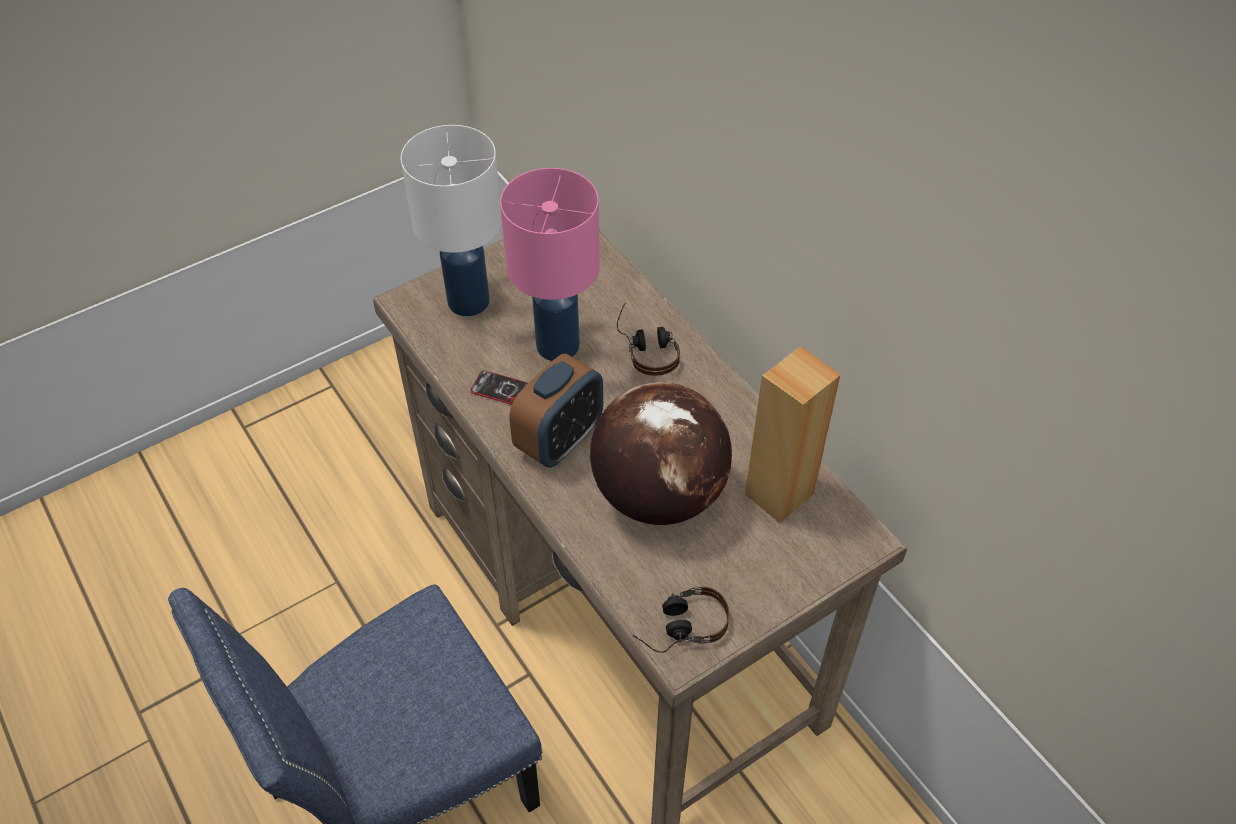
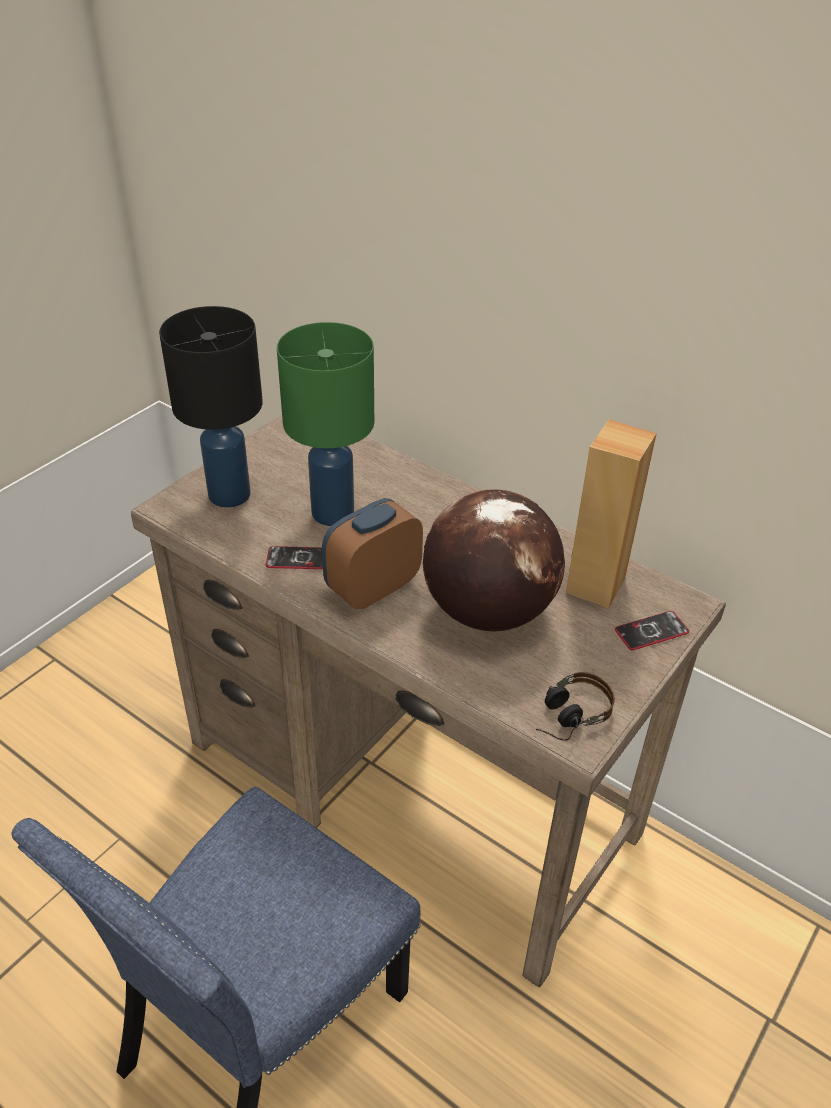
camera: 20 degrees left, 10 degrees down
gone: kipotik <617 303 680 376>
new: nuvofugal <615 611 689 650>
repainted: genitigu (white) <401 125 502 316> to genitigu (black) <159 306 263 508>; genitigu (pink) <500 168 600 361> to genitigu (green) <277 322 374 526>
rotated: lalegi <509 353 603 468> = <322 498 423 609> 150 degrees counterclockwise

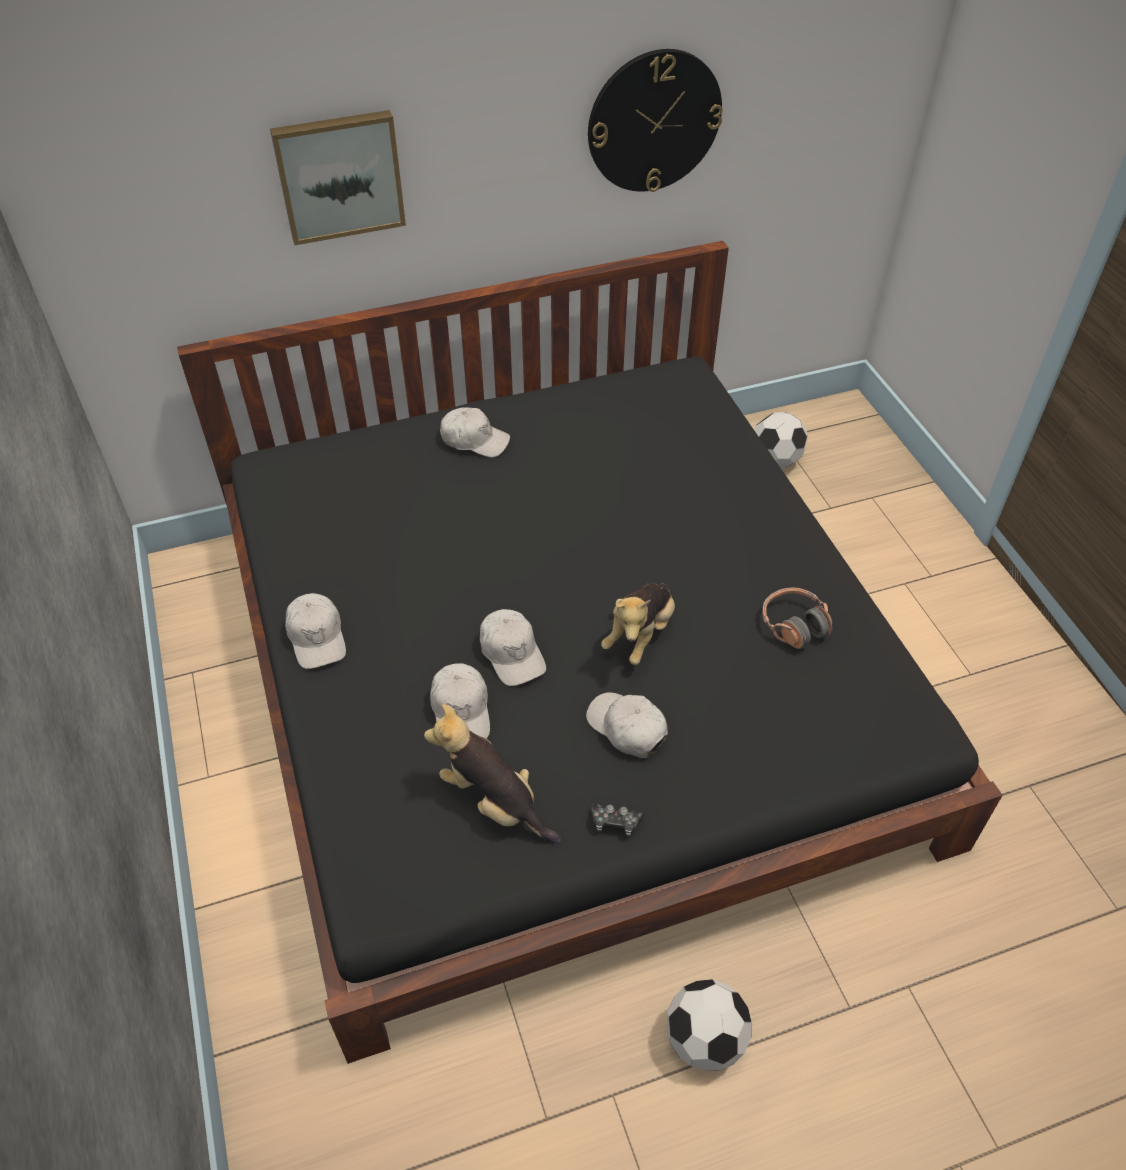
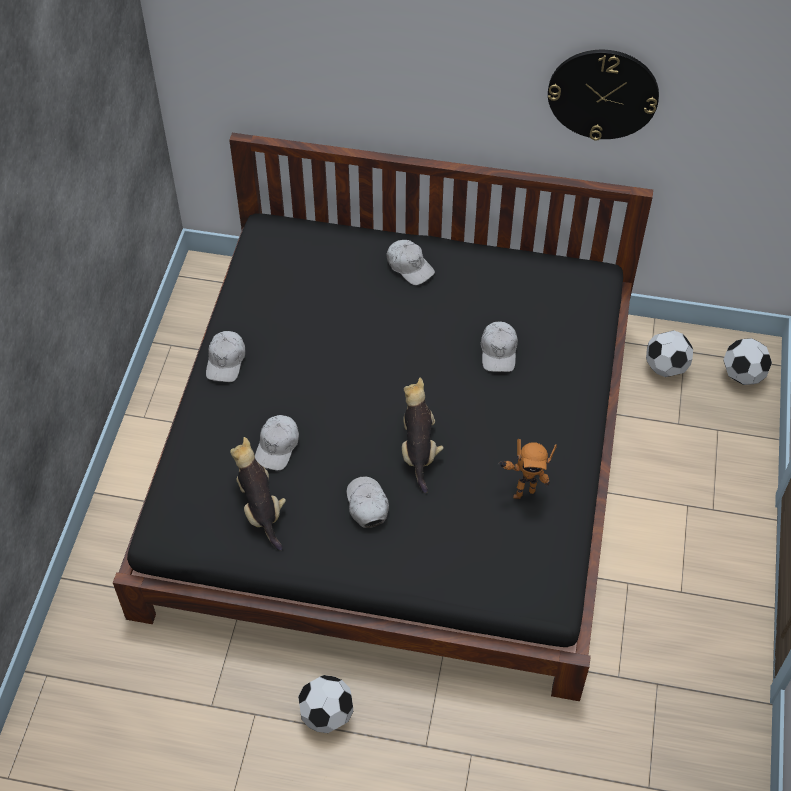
camera: 30 degrees right, 5 degrees up
gone: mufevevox <270 110 406 245>; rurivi <590 803 644 836>
new: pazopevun <723 338 772 385>
shifted: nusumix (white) <480 609 546 686> to <481 321 518 372>
swapped: kipotik <762 588 832 649> to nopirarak <498 439 557 499>
rotated: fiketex <601 583 675 665> = <402 378 444 493> 120 degrees clockwise

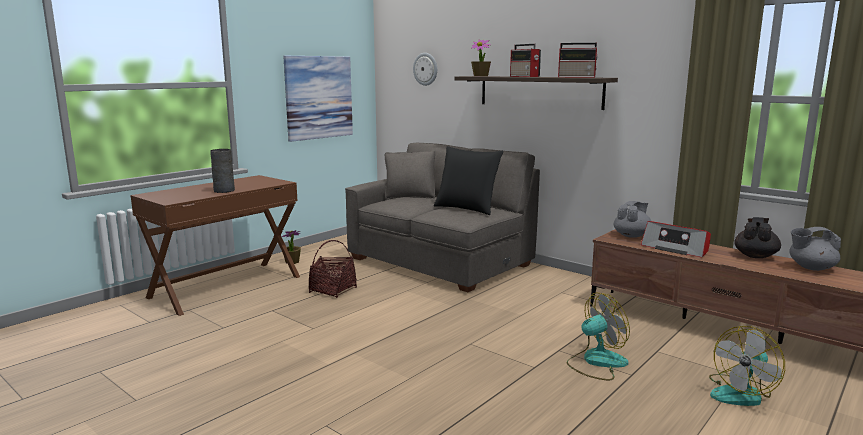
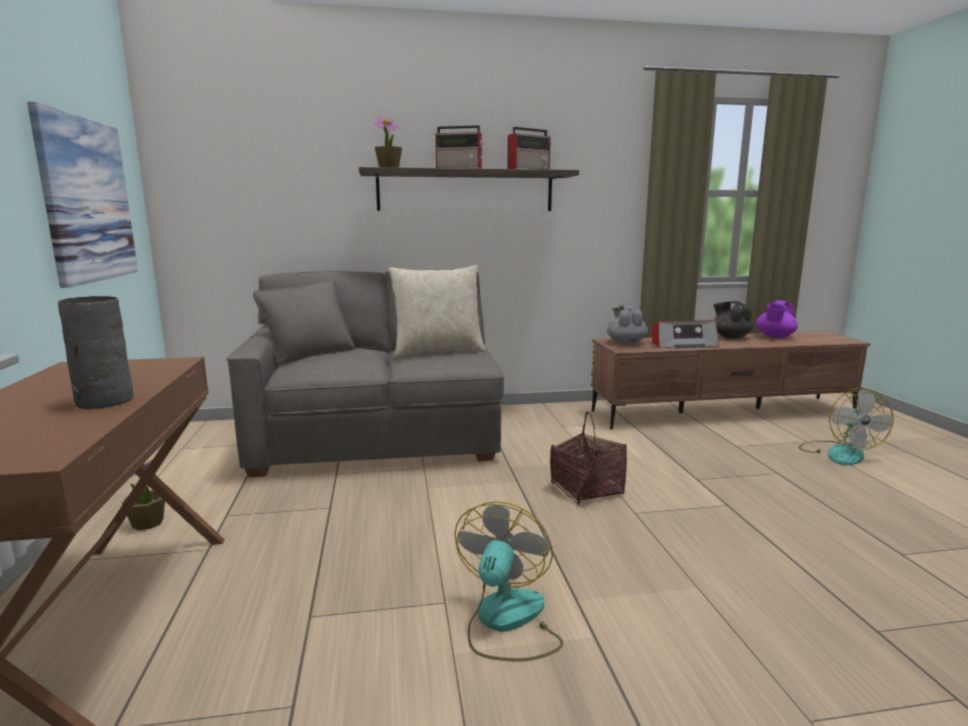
camera: 50 degrees left, 0 degrees up
gone: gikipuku <413 53 437 86>
shifted: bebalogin <308 240 357 298> to <550 411 627 505>; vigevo <567 293 630 380> to <454 501 563 662>
repainted: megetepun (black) <434 146 503 215> to megetepun (beige) <388 265 486 357>; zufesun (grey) <789 227 841 271> to zufesun (purple) <756 300 798 338>

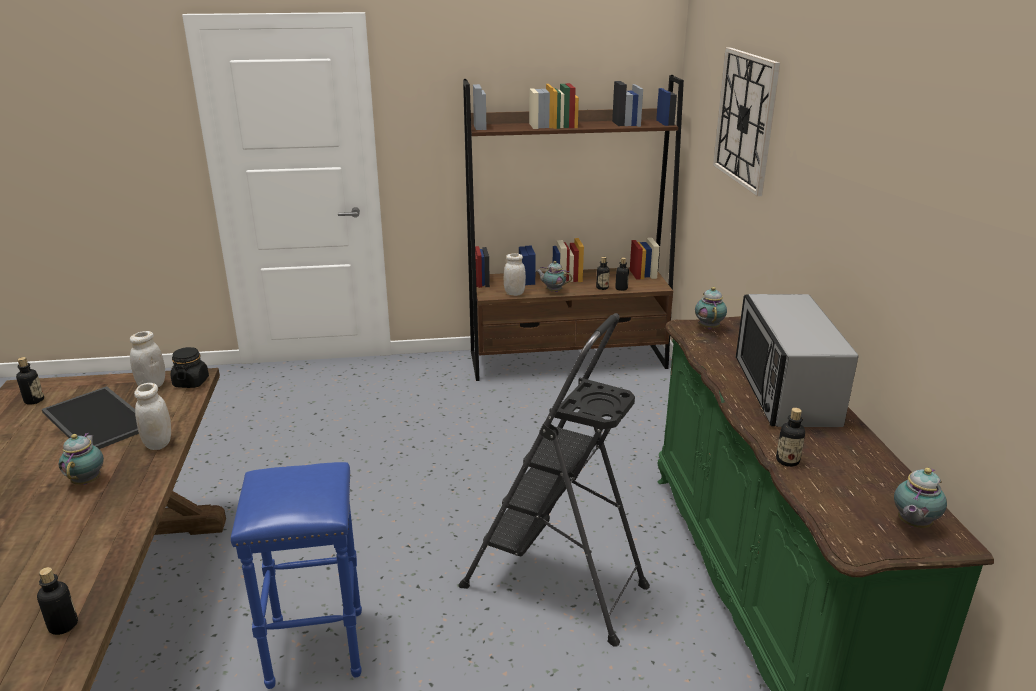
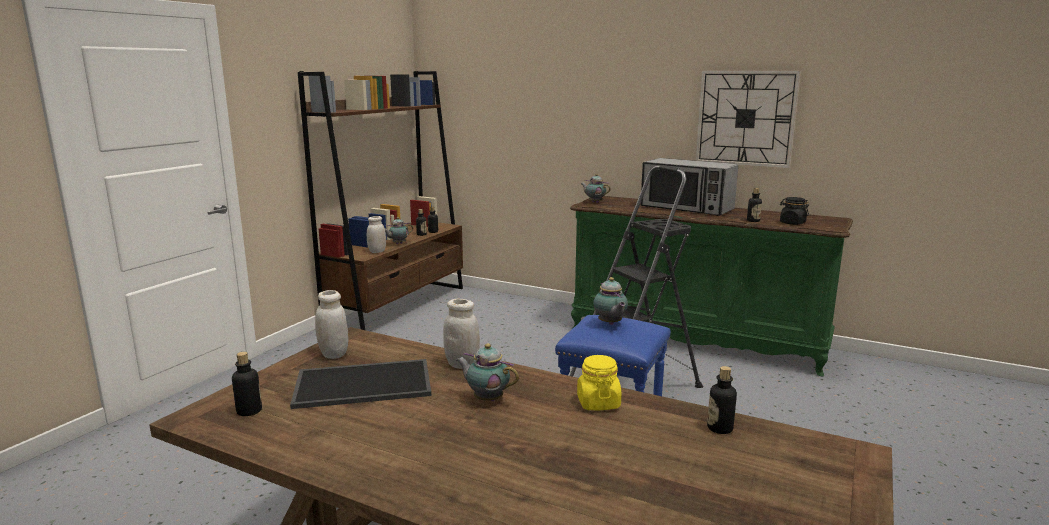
camera: 55 degrees left, 10 degrees down
new: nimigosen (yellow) <577 355 621 410>
shifted: gikipuku <713 48 780 196> to <695 70 801 168>; nimigosen (black) <171 347 209 388> to <780 197 809 225>; zufesun <894 468 947 528> to <593 277 628 325>

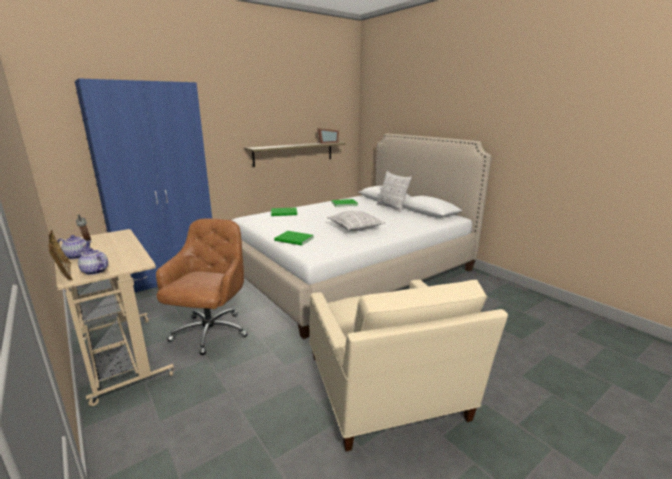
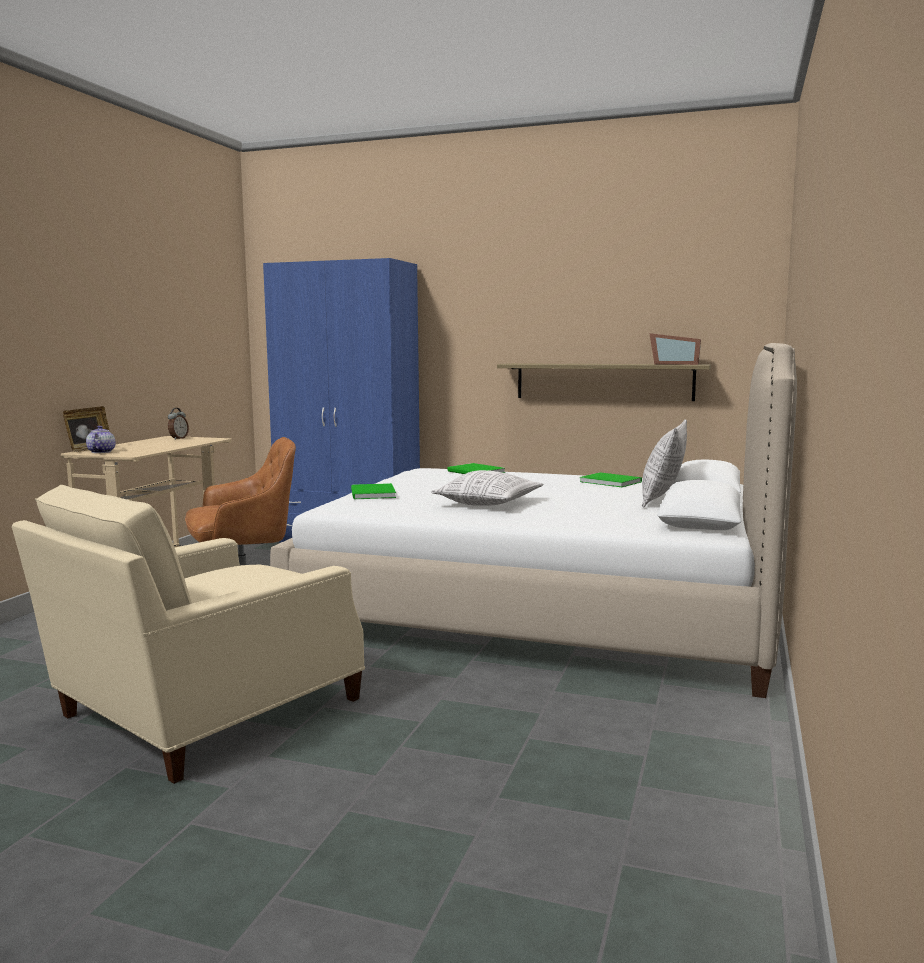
camera: 55 degrees right, 10 degrees down
gone: zufesun <58 235 92 259>

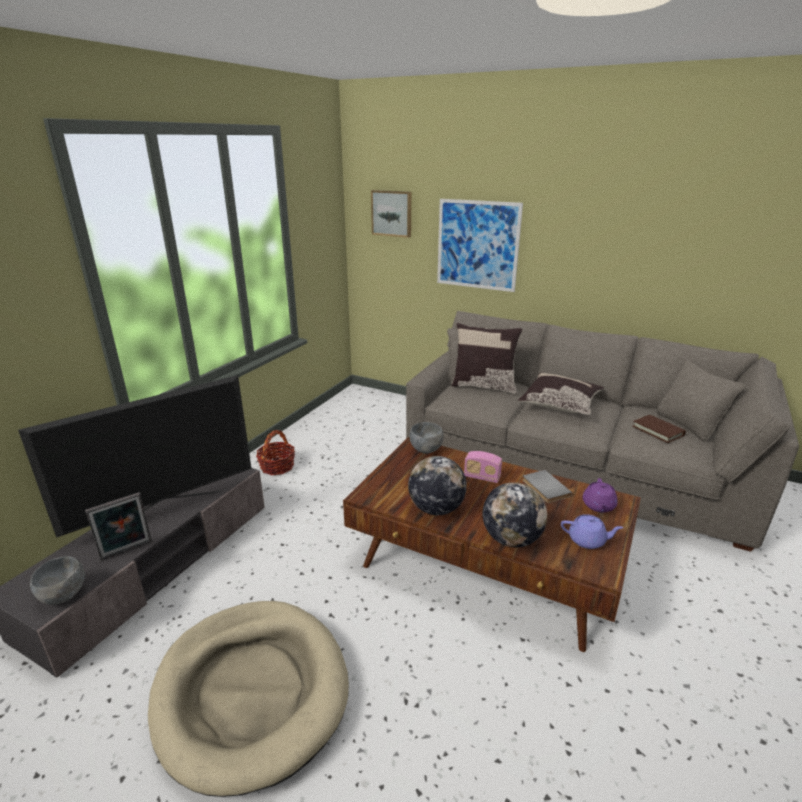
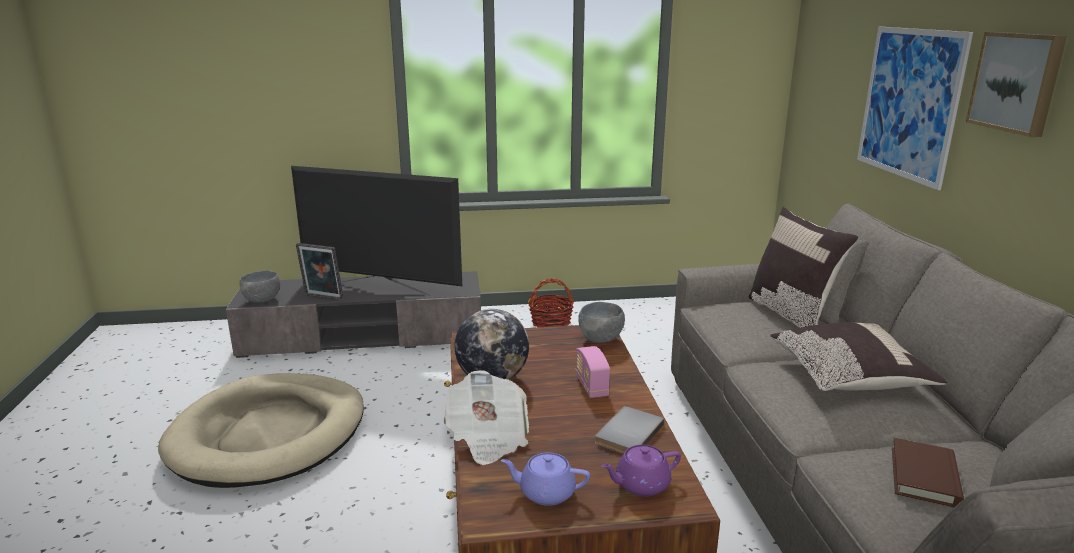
camera: 55 degrees right, 5 degrees down
shifted: mufevevox <371 190 411 238> to <966 32 1067 137>
swapped: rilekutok <483 482 547 547> to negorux <443 370 529 465>
rotated: zufesun (purple) <561 514 623 549> = <501 452 590 506> 120 degrees clockwise

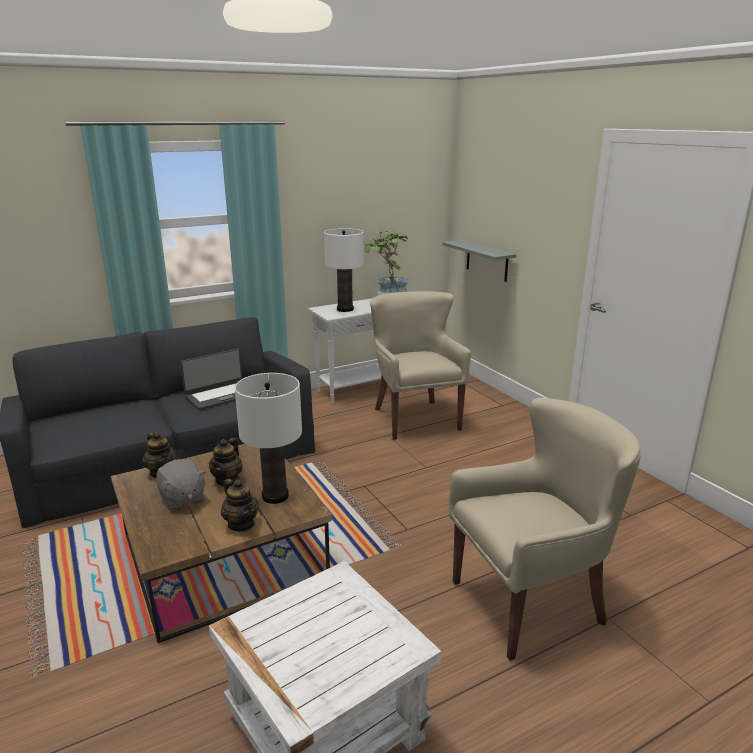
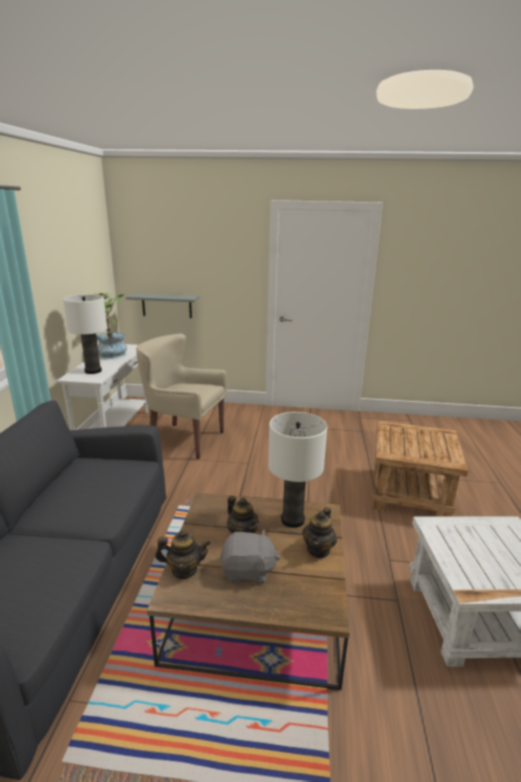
camera: 55 degrees left, 0 degrees up
gone: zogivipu <180 348 242 410>
swapped: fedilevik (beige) <449 398 641 661> to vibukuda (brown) <373 421 468 517>
rotated: zufesun <221 479 259 531> = <302 507 337 558> 120 degrees clockwise

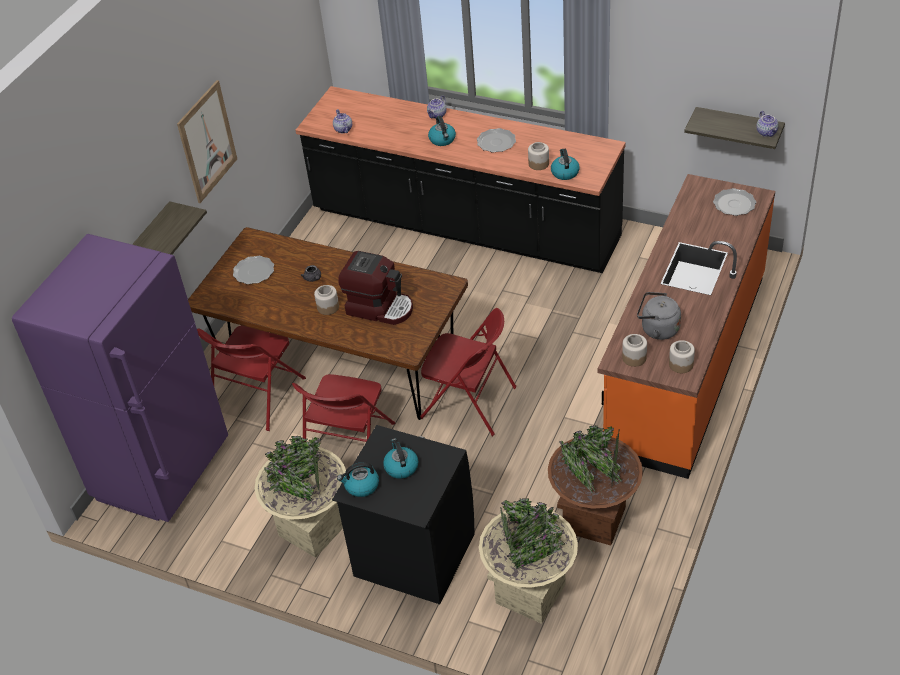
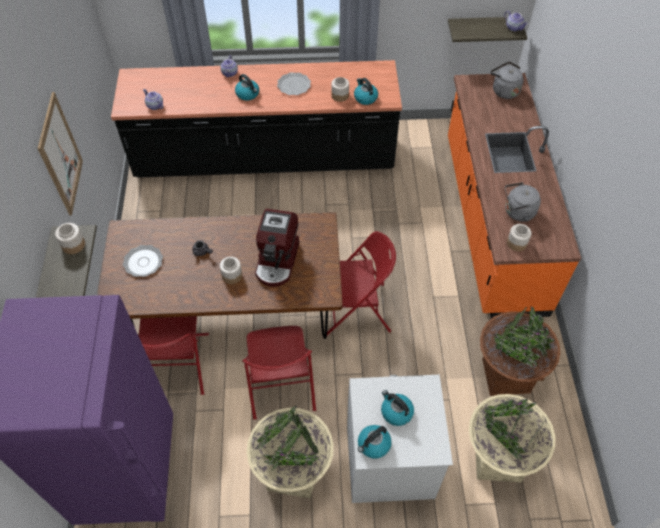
camera: 30 degrees left, 10 degrees up
shifted: nimigosen <669 340 695 373> to <55 223 85 254>
swapped: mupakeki <713 188 756 216> to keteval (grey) <490 62 524 99>
repainted: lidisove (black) <332 425 475 604> to lidisove (white) <347 374 453 503>
rotated: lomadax <338 251 413 325> = <255 209 299 287> 105 degrees clockwise

